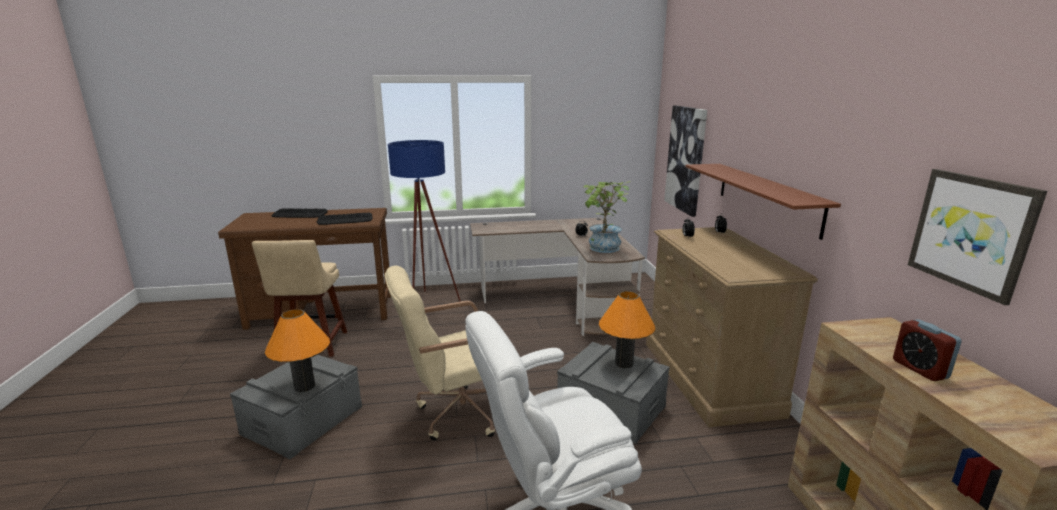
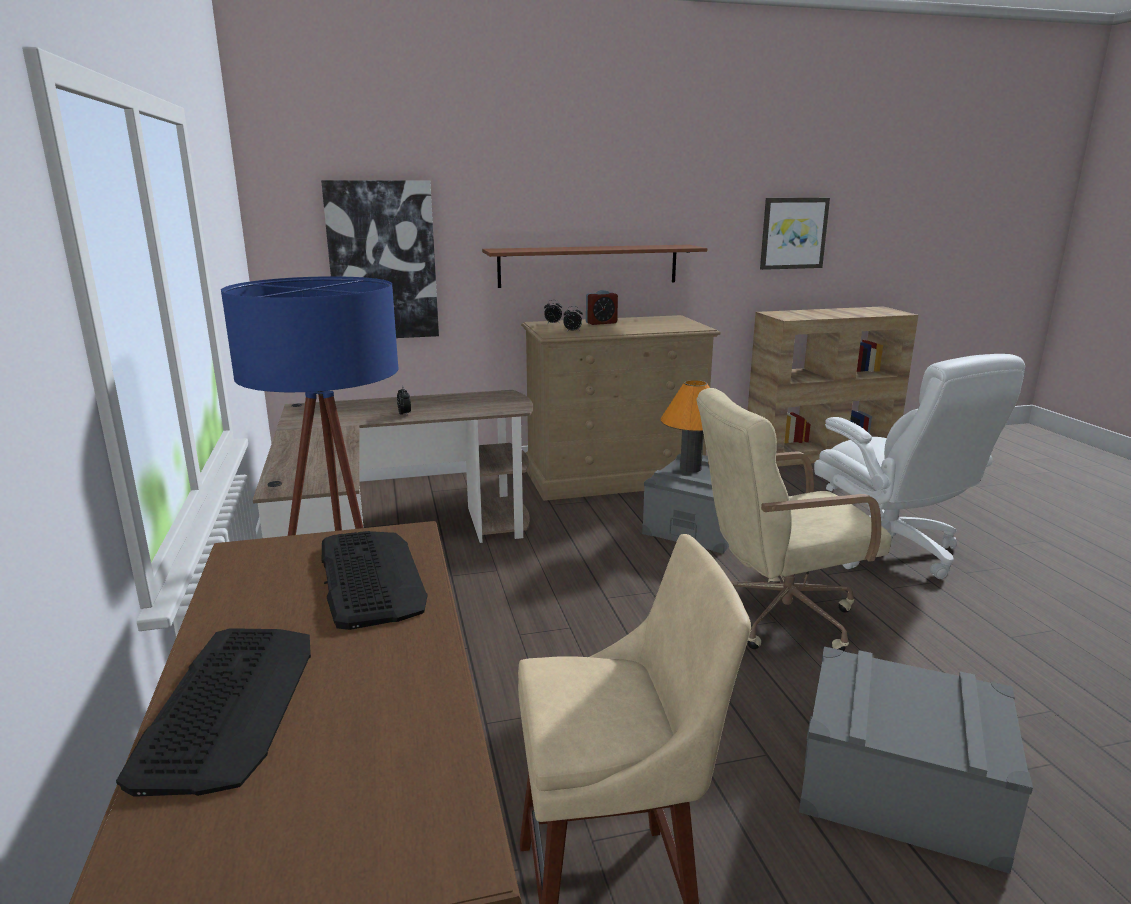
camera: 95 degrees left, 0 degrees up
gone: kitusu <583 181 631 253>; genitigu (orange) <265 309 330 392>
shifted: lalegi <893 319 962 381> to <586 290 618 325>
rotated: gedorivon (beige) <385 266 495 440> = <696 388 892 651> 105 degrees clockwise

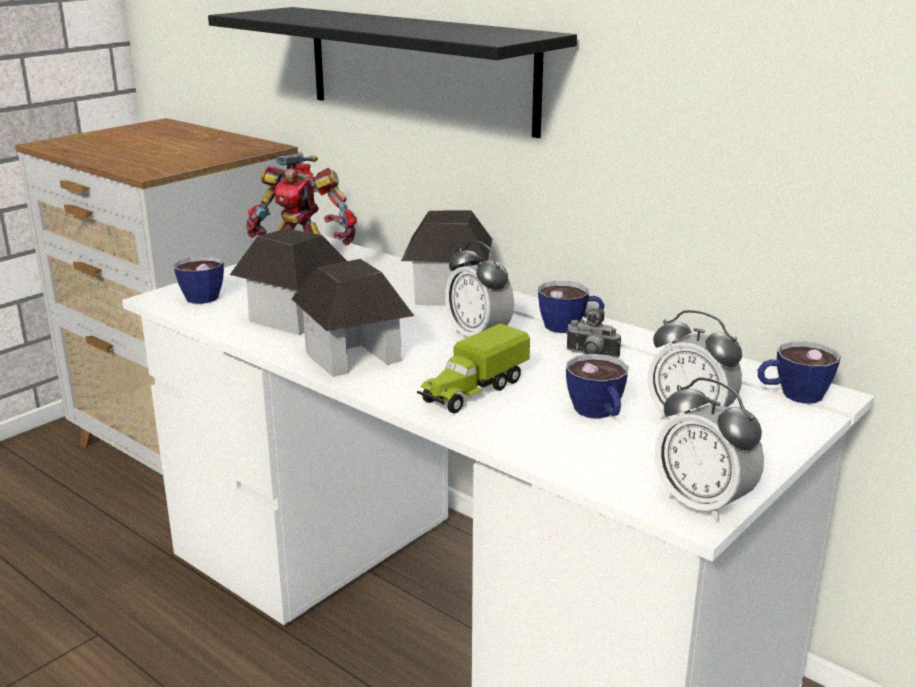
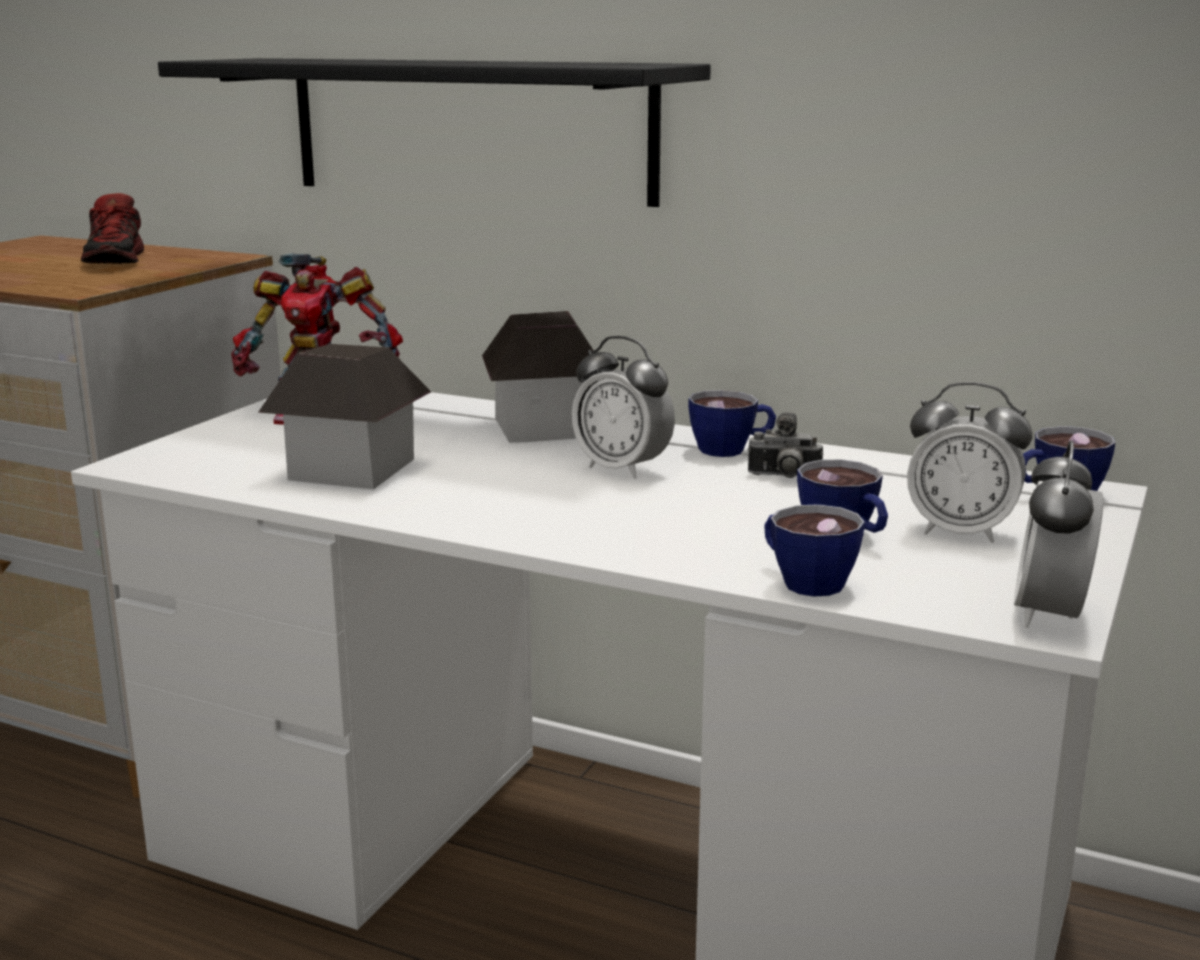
camera: 15 degrees left, 5 degrees down
gone: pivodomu <291 259 414 377>; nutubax <417 323 530 414>
new: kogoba <81 193 144 264>
shifted: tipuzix <173 256 224 304> to <764 504 865 596>
rotated: lalegi <655 377 764 522> = <1014 440 1103 628> 75 degrees clockwise

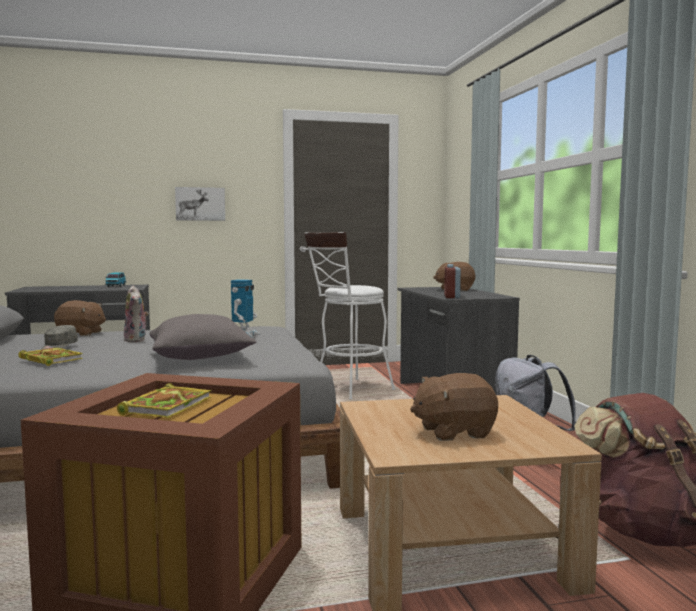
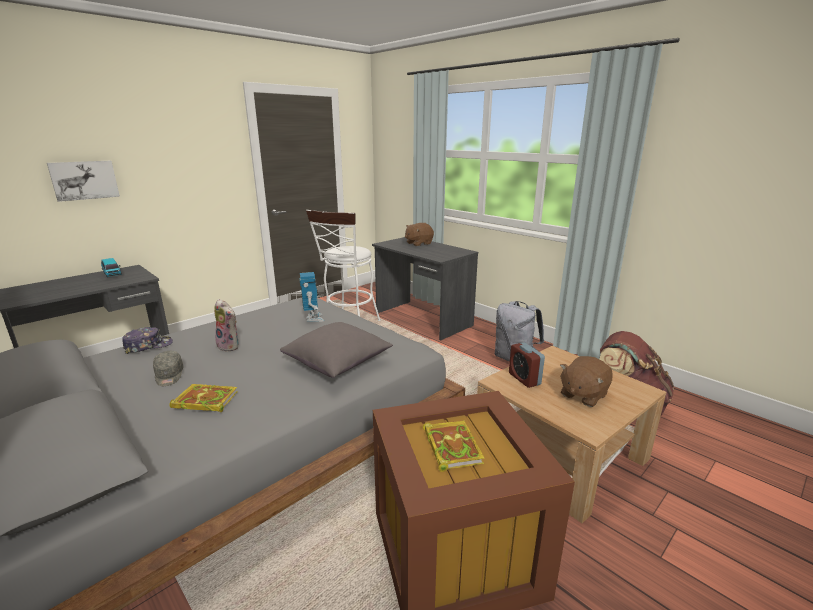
camera: 30 degrees left, 15 degrees up
shifted: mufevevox <175 187 225 221> to <47 161 120 202>; lalegi <444 264 461 298> to <509 342 545 388>
swapped: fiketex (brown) <54 300 106 336> to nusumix <122 327 173 354>

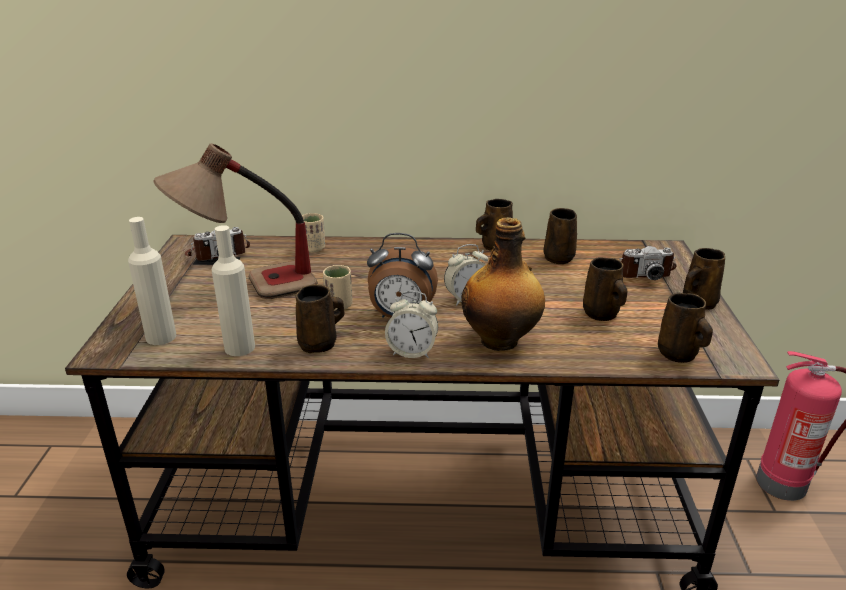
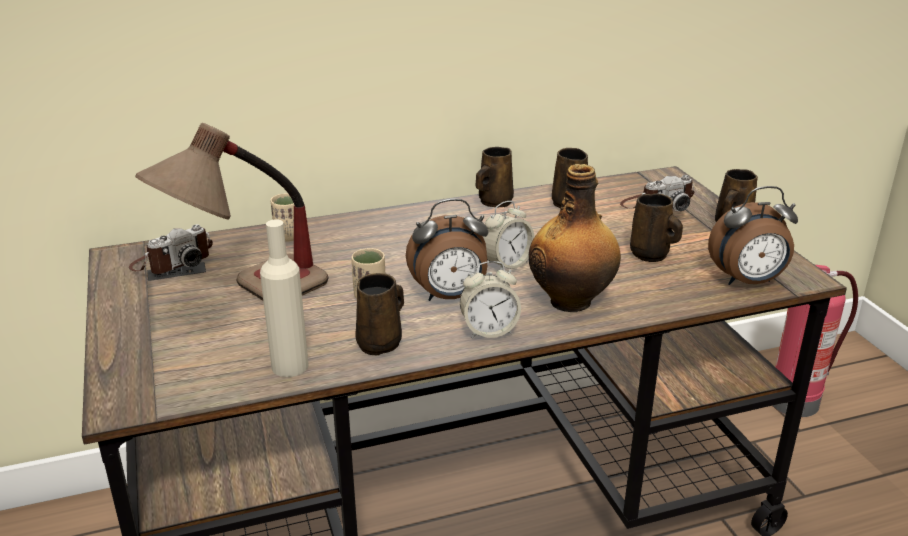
camera: 20 degrees left, 0 degrees up
gone: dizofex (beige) <128 217 176 345>
swapped: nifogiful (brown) <658 293 713 363> to lalegi <708 186 798 285>

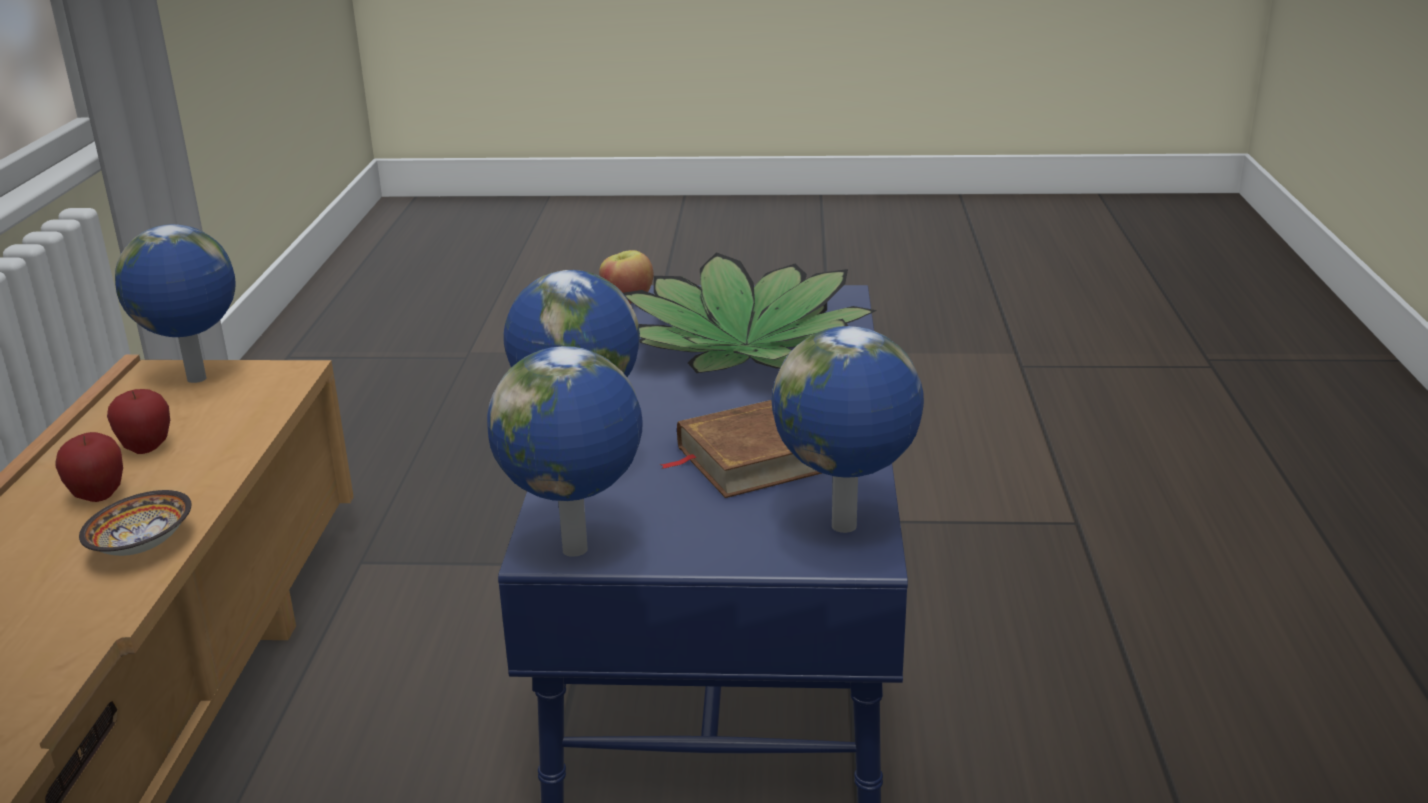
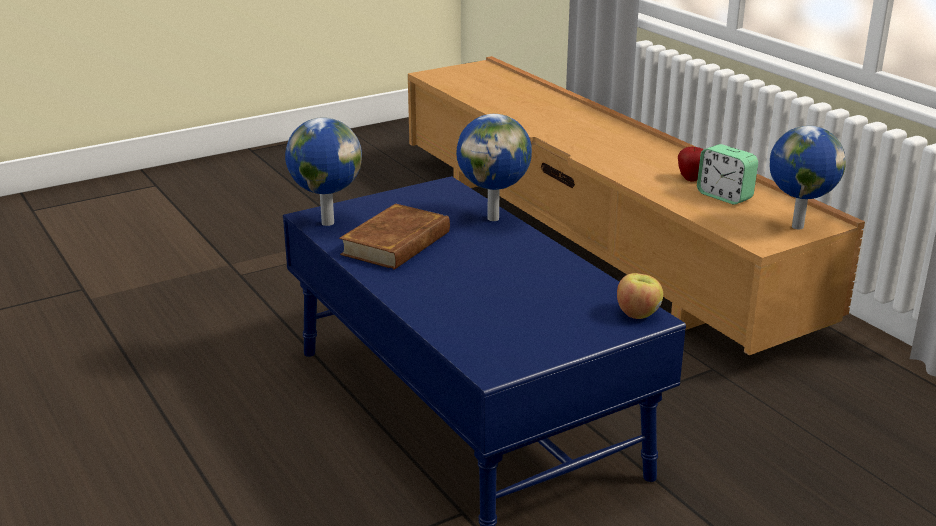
camera: 145 degrees right, 0 degrees up
gone: kitusu <623 252 877 373>; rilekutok <487 346 643 557>; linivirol <79 490 192 556>
swapped: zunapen <107 389 170 454> to lalegi <697 144 758 205>

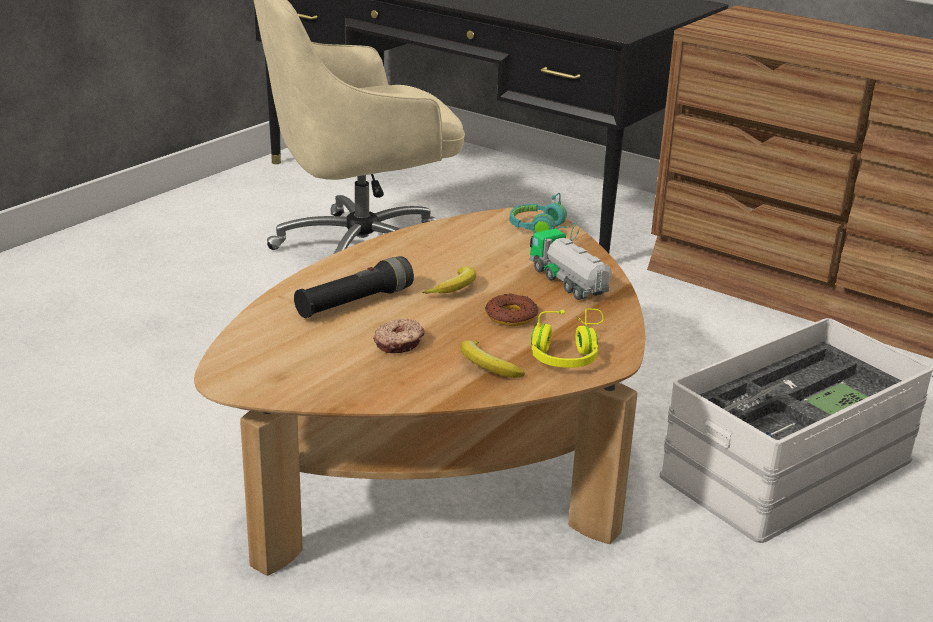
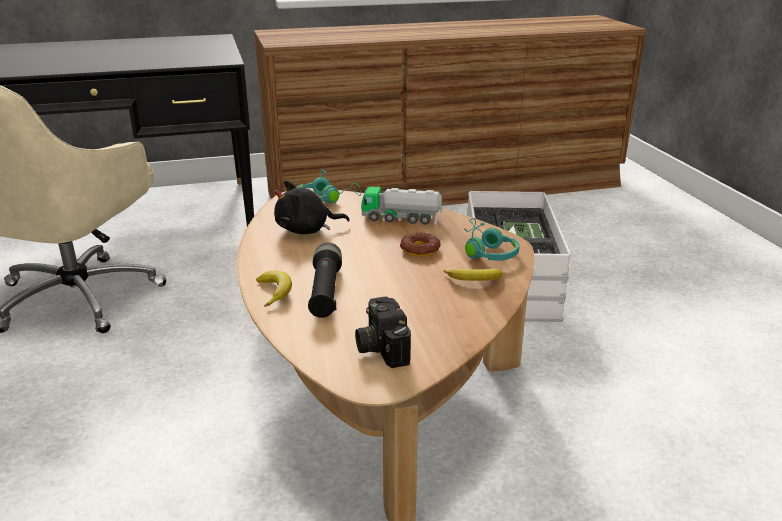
camera: 50 degrees left, 0 degrees up
gone: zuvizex <373 319 425 353>
new: fiketex (black) <274 180 350 234>; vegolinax <355 296 411 368>
shifted: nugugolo <422 266 476 294> to <256 271 292 307>
repainted: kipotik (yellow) <531 309 604 368> to kipotik (turquoise) <465 218 520 261>

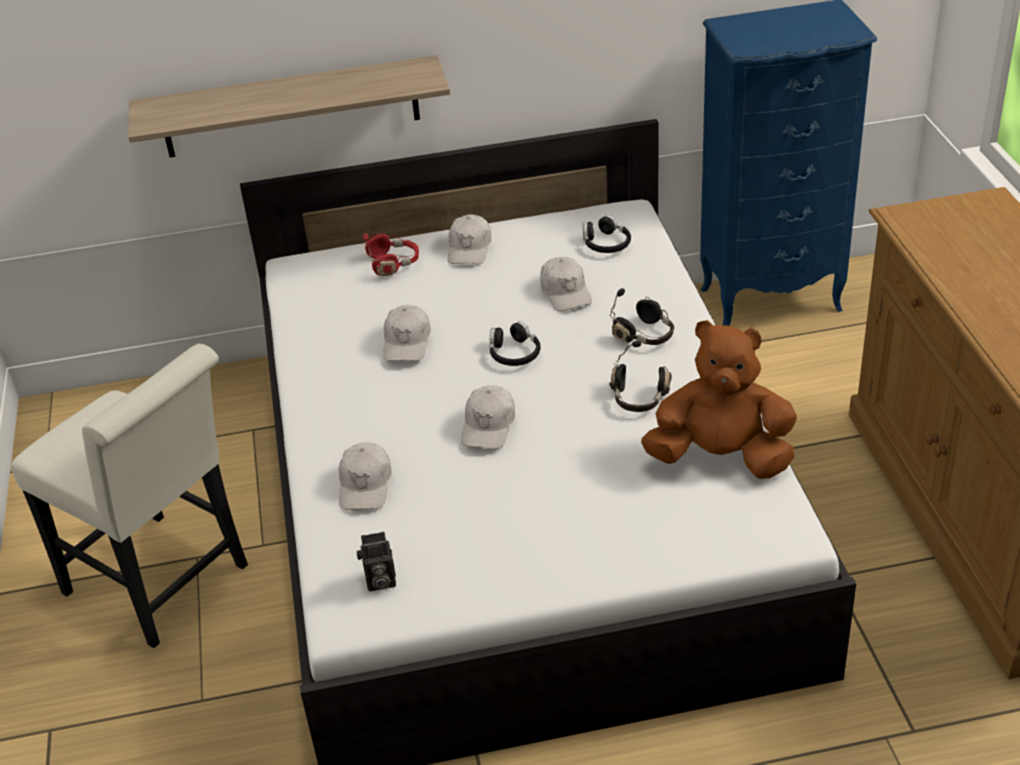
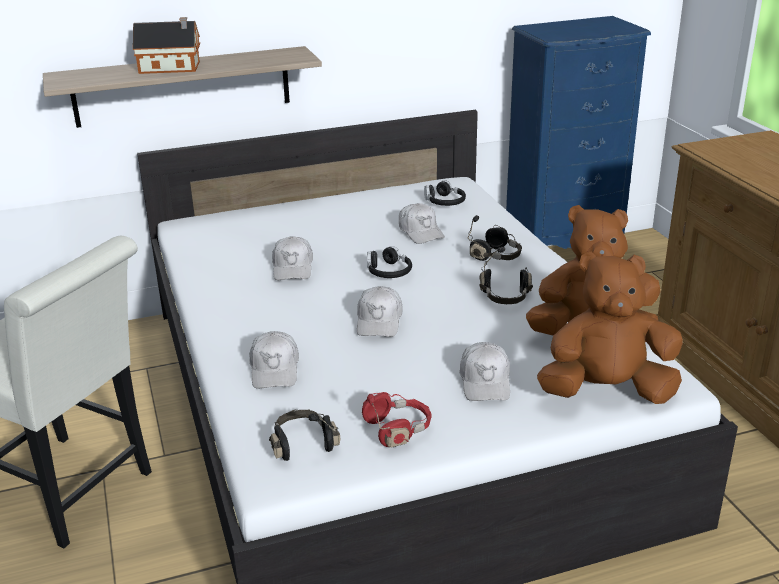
camera: 10 degrees left, 10 degrees down
new: pivodomu <133 17 200 74>; fiketex (brown) <537 251 683 404>
shifted: nusumix (white) <448 215 491 264> to <459 342 510 401>; kipotik (red) <363 233 419 276> to <362 392 432 448>
swapped: vegolinax <357 532 396 591> to kipotik (black) <269 410 340 461>

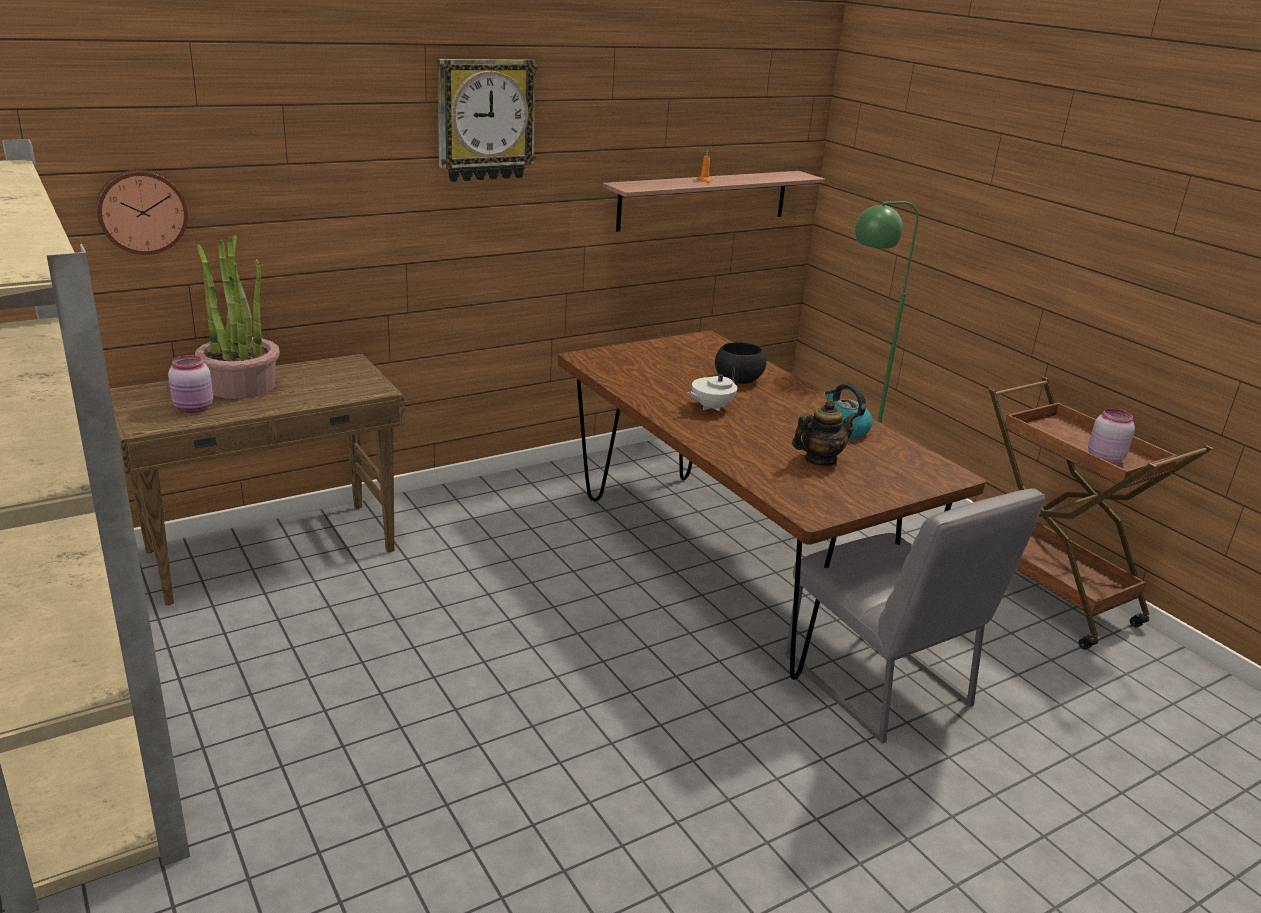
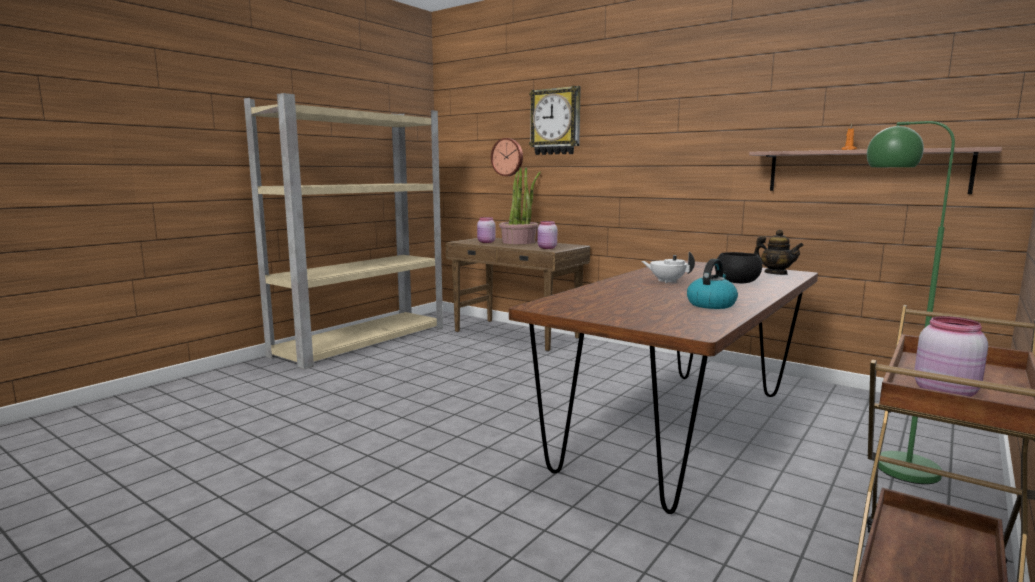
camera: 70 degrees right, 15 degrees down
gone: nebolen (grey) <785 489 1045 744>
new: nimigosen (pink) <537 221 557 249>
shifted: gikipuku <437 59 538 182> to <529 86 581 155>; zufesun <792 400 858 466> to <754 230 804 275>

